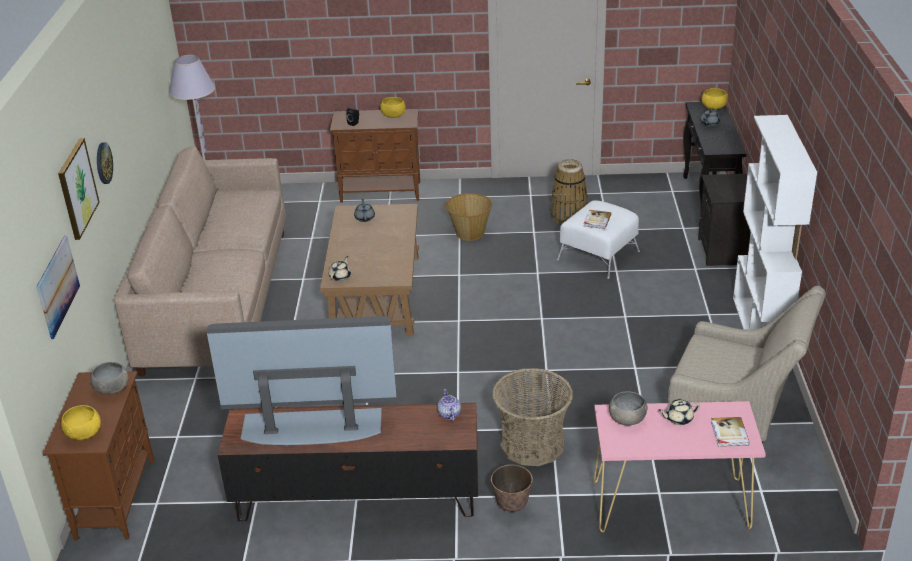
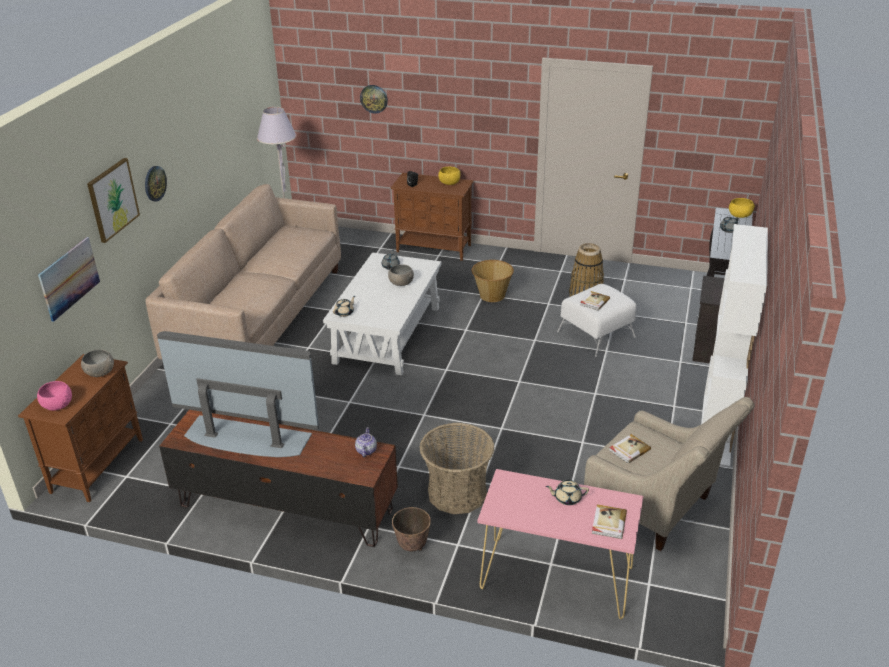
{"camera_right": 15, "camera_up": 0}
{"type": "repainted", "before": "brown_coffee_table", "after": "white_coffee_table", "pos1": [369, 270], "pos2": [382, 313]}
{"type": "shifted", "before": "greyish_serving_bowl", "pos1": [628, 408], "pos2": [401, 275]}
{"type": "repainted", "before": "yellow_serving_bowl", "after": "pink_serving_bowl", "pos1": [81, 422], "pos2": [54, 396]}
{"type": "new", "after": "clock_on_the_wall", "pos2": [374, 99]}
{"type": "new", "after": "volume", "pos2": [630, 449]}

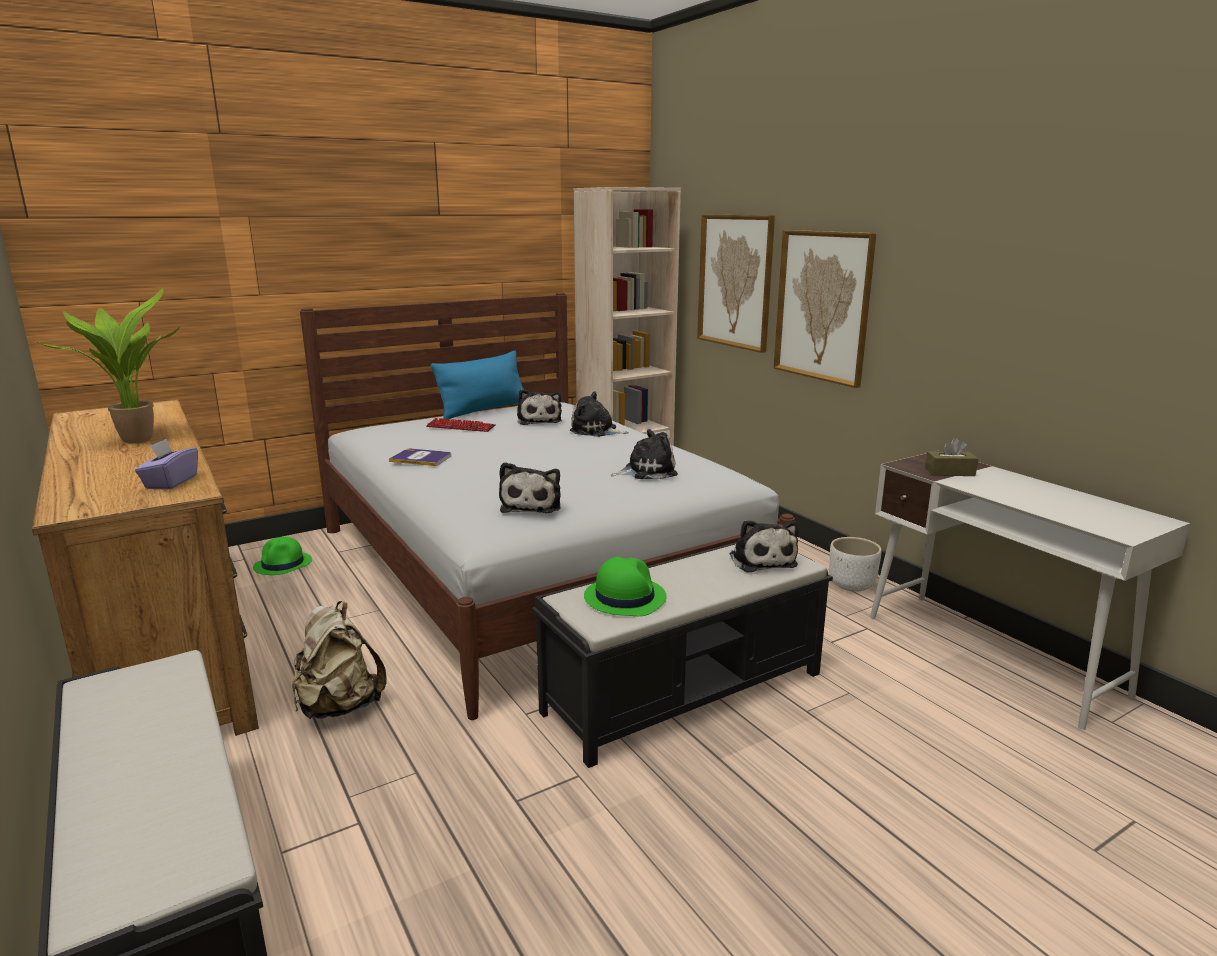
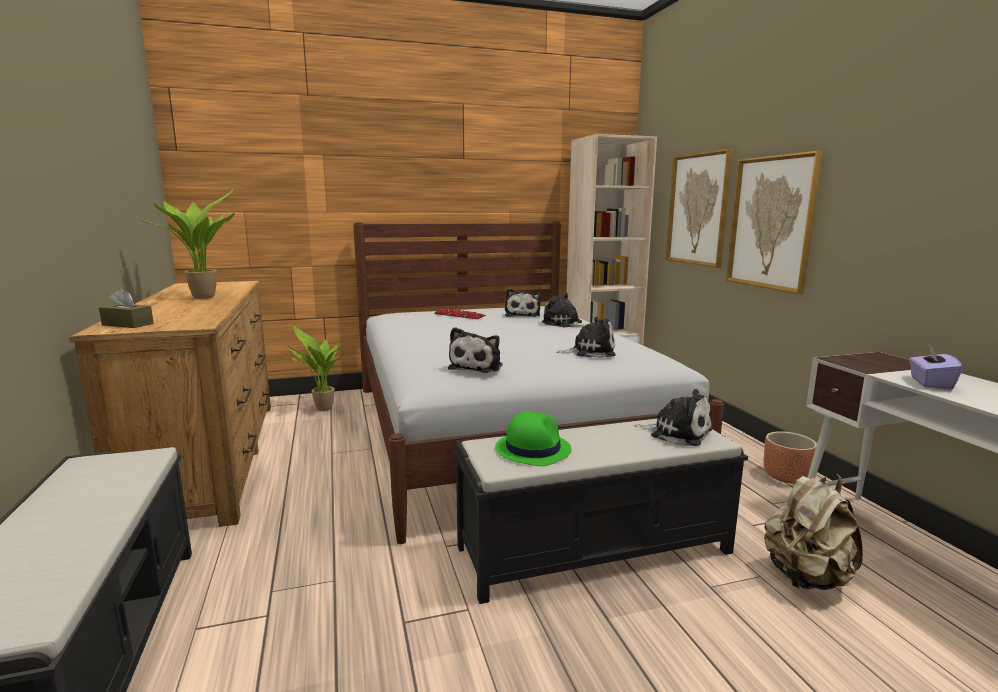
{"camera_right": 15, "camera_up": -5}
{"type": "gone", "before": "bluish_pillow", "pos1": [477, 385]}
{"type": "shifted", "before": "brown_tissue_box", "pos1": [951, 457], "pos2": [126, 308]}
{"type": "shifted", "before": "purple-coloured_tissue_box", "pos1": [166, 464], "pos2": [936, 367]}
{"type": "gone", "before": "volume", "pos1": [420, 457]}
{"type": "rotated", "before": "cuddly_toy", "pos1": [764, 546], "pos2": [673, 417], "turn": -60}
{"type": "swapped", "before": "green_clothing_hat", "after": "potted_plant", "pos1": [282, 556], "pos2": [315, 368]}
{"type": "repainted", "before": "white_planter", "after": "brown_planter", "pos1": [855, 564], "pos2": [790, 457]}
{"type": "shifted", "before": "beige-coloured_knapsack", "pos1": [339, 660], "pos2": [813, 532]}

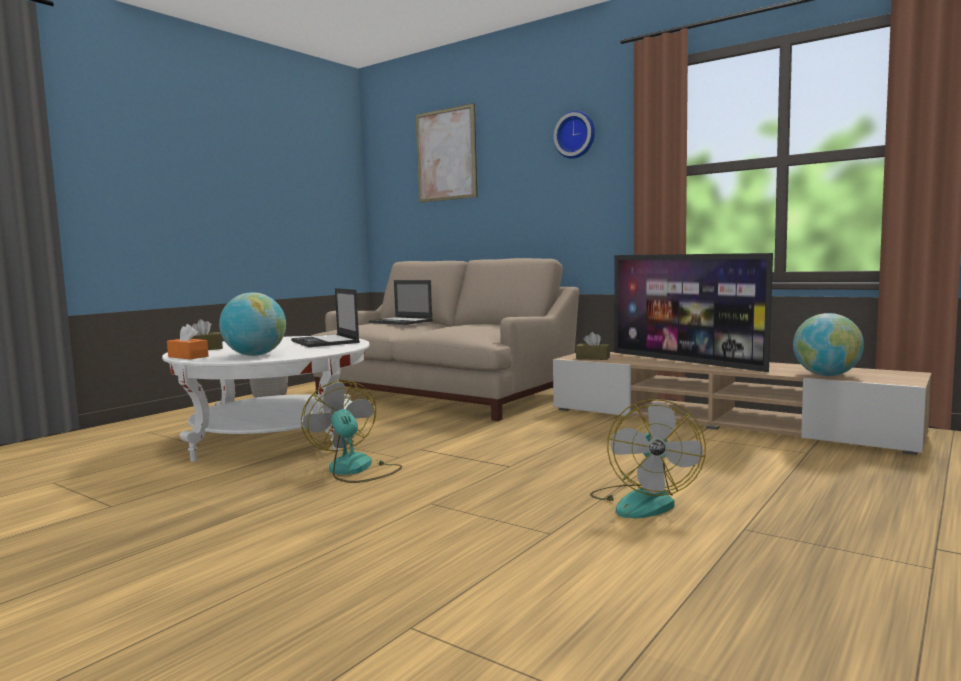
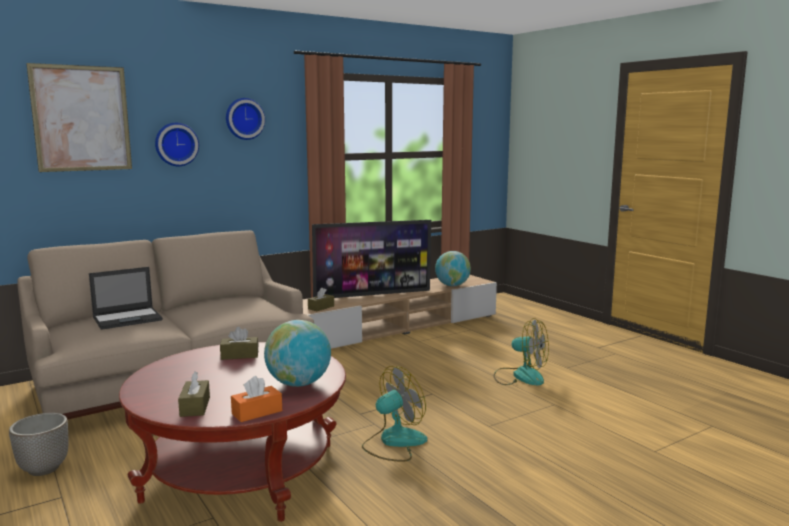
{"camera_right": -70, "camera_up": 5}
{"type": "swapped", "before": "notebook_computer", "after": "brown_tissue_box", "pos1": [325, 317], "pos2": [239, 343]}
{"type": "repainted", "before": "white_coffee_table", "after": "reddish_coffee_table", "pos1": [266, 399], "pos2": [232, 432]}
{"type": "rotated", "before": "fan", "pos1": [351, 431], "pos2": [394, 414], "turn": 150}
{"type": "new", "after": "clock_on_the_wall", "pos2": [177, 144]}

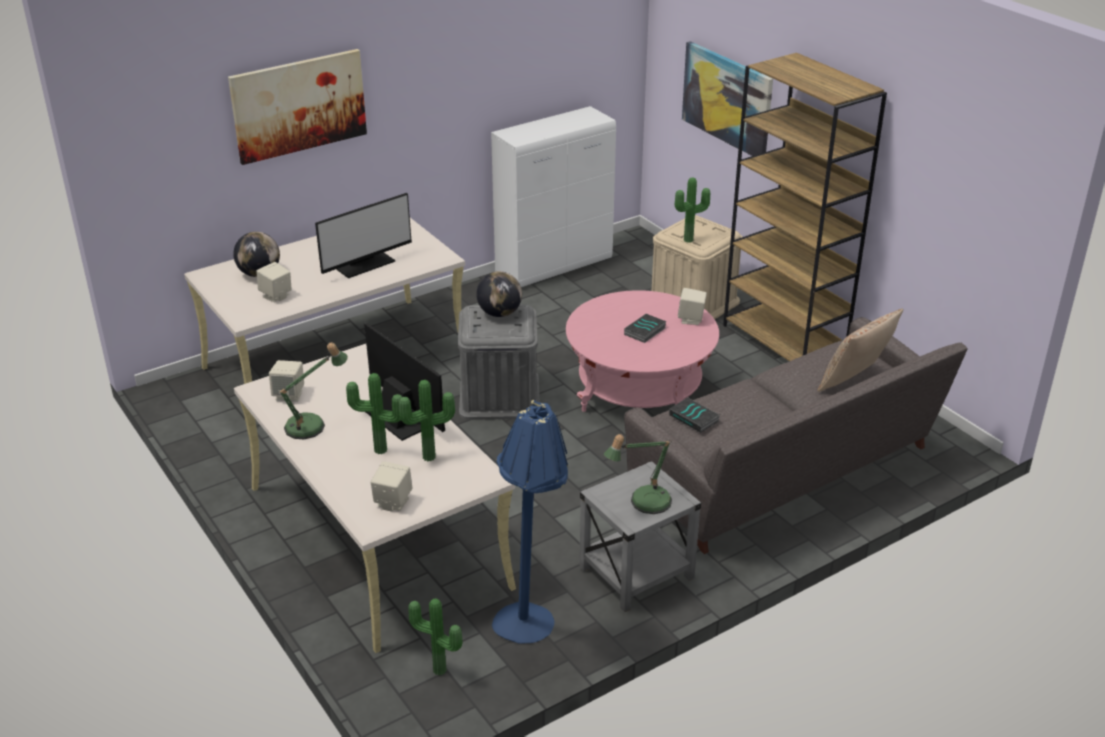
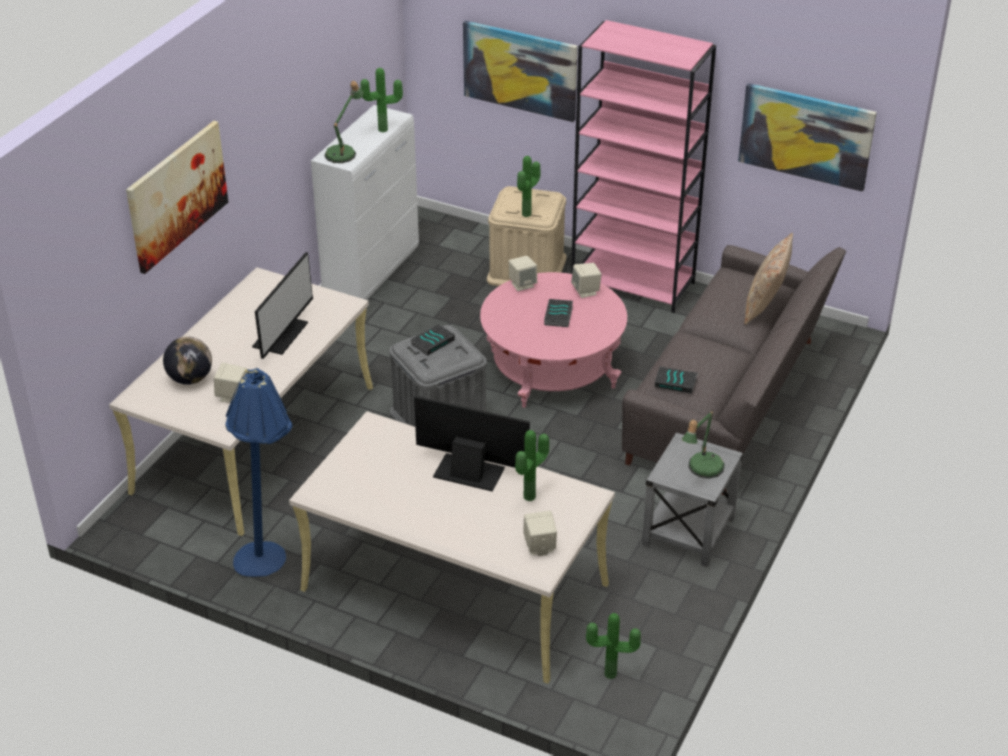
{"camera_right": -30, "camera_up": 5}
{"type": "repainted", "before": "brown_shelving_unit", "after": "pink_shelving_unit", "pos1": [805, 207], "pos2": [643, 166]}
{"type": "swapped", "before": "globe", "after": "volume", "pos1": [499, 294], "pos2": [432, 340]}
{"type": "shifted", "before": "lamp_for_a_table", "pos1": [313, 391], "pos2": [344, 122]}
{"type": "shifted", "before": "beige-coloured_loudspeaker", "pos1": [286, 381], "pos2": [523, 273]}
{"type": "shifted", "before": "potted_plant", "pos1": [374, 413], "pos2": [381, 100]}
{"type": "shifted", "before": "bluish_standard_lamp", "pos1": [530, 522], "pos2": [258, 472]}
{"type": "new", "after": "wall_picture", "pos2": [807, 137]}

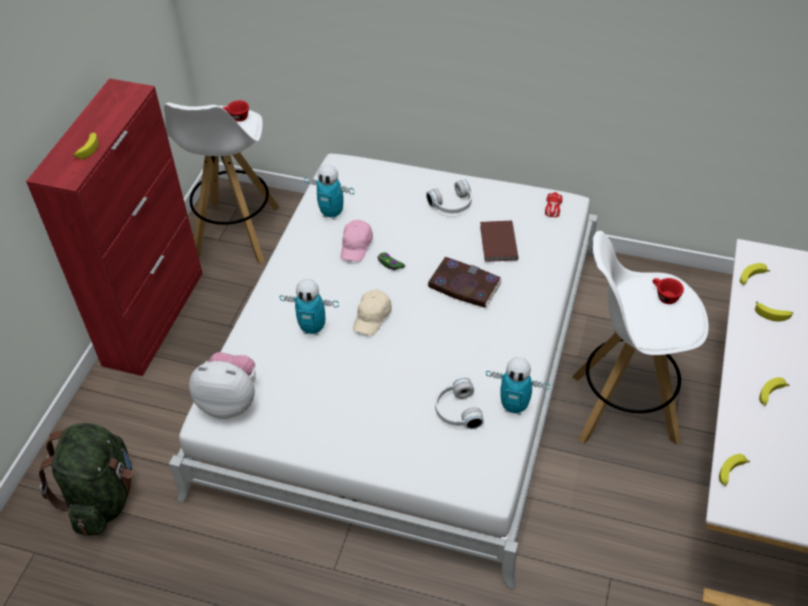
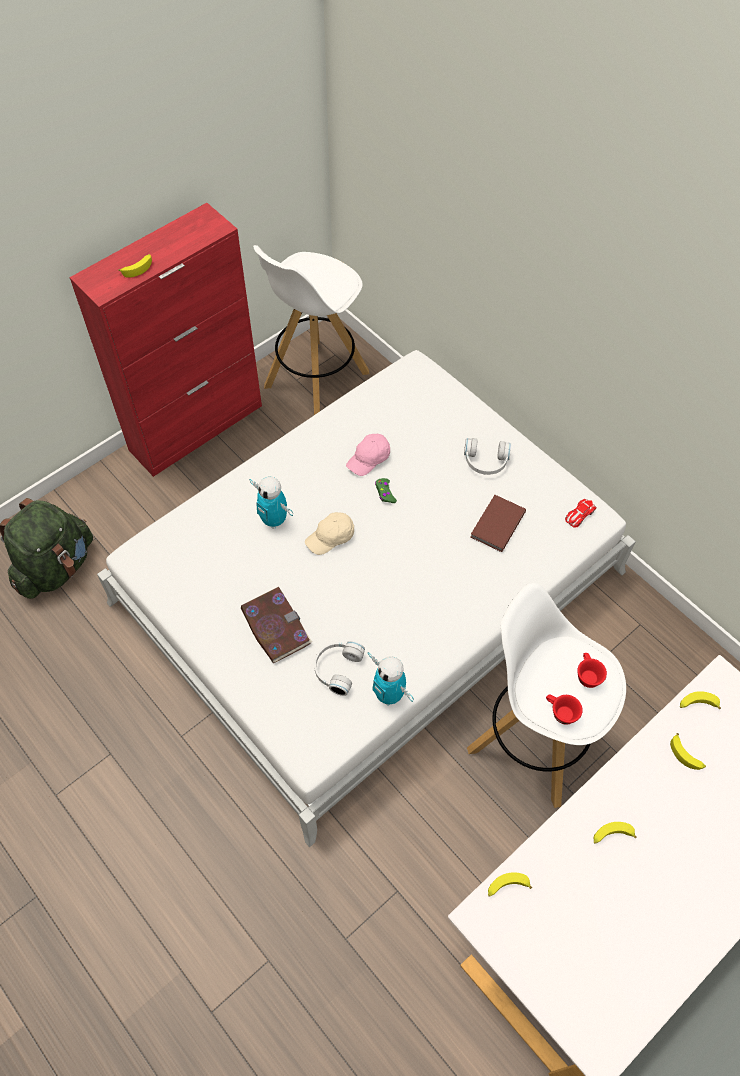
{"camera_right": 30, "camera_up": 10}
{"type": "shifted", "before": "reddish_cup", "pos1": [236, 111], "pos2": [564, 710]}
{"type": "gone", "before": "toy_robot", "pos1": [329, 192]}
{"type": "shifted", "before": "volume", "pos1": [465, 282], "pos2": [276, 625]}
{"type": "gone", "before": "cuddly_toy", "pos1": [222, 385]}

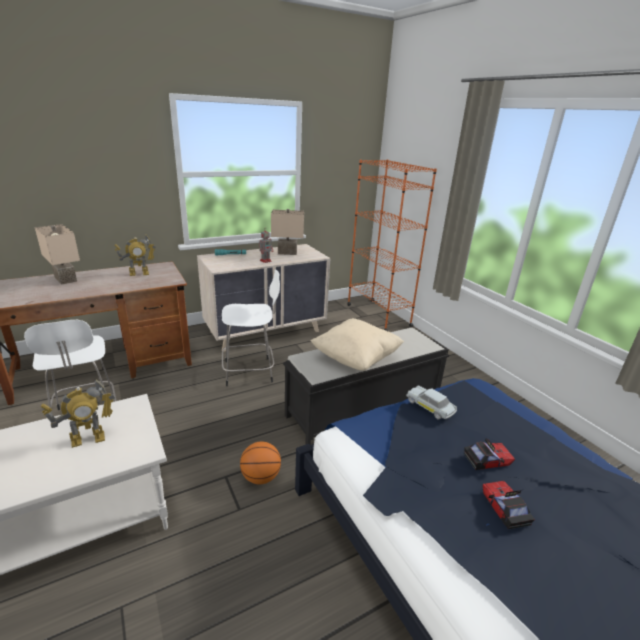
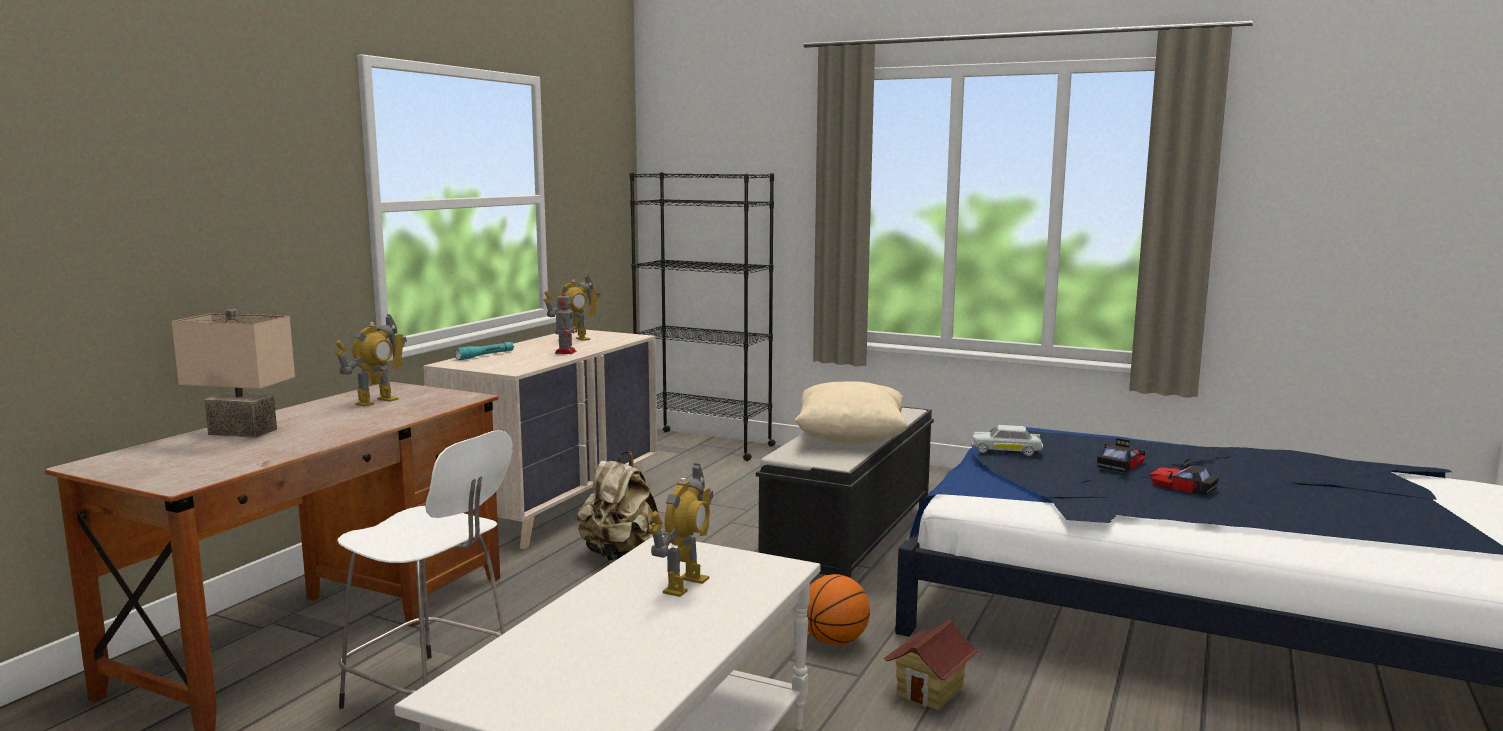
{"camera_right": -35, "camera_up": -15}
{"type": "repainted", "before": "orangey_shelving_unit", "after": "black-coloured_shelving_unit", "pos1": [392, 245], "pos2": [703, 316]}
{"type": "swapped", "before": "beige-coloured_lamp_for_a_table", "after": "toy_robot", "pos1": [287, 232], "pos2": [572, 307]}
{"type": "swapped", "before": "white_stool", "after": "beige-coloured_knapsack", "pos1": [251, 327], "pos2": [617, 506]}
{"type": "new", "after": "toy_house", "pos2": [931, 665]}

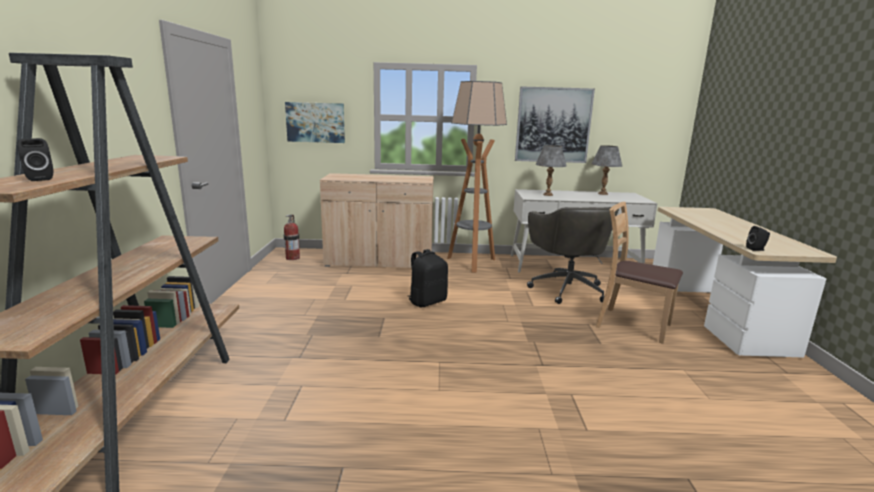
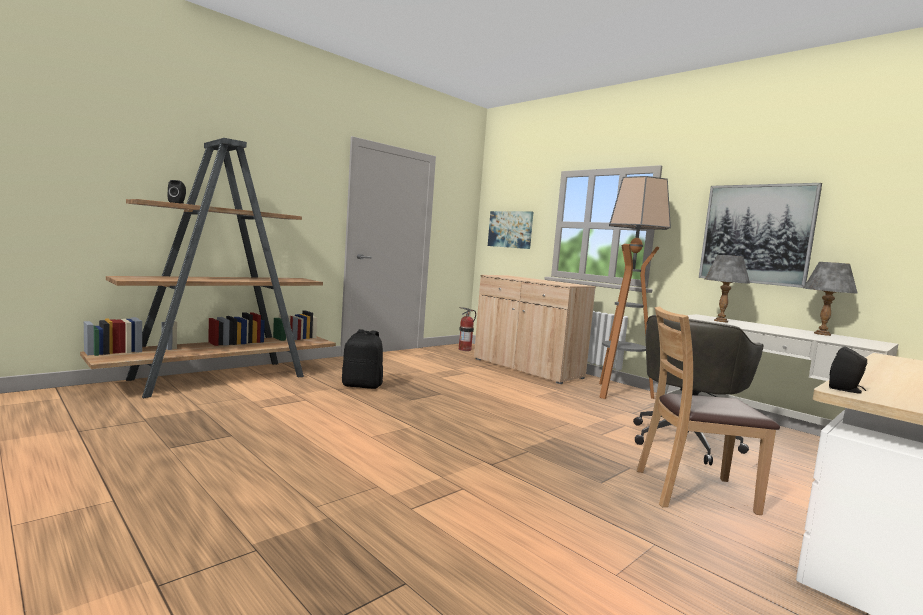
{"camera_right": 45, "camera_up": -10}
{"type": "rotated", "before": "brown_upright_chair", "pos1": [639, 273], "pos2": [708, 410], "turn": -75}
{"type": "shifted", "before": "black-coloured_knapsack", "pos1": [428, 278], "pos2": [362, 359]}

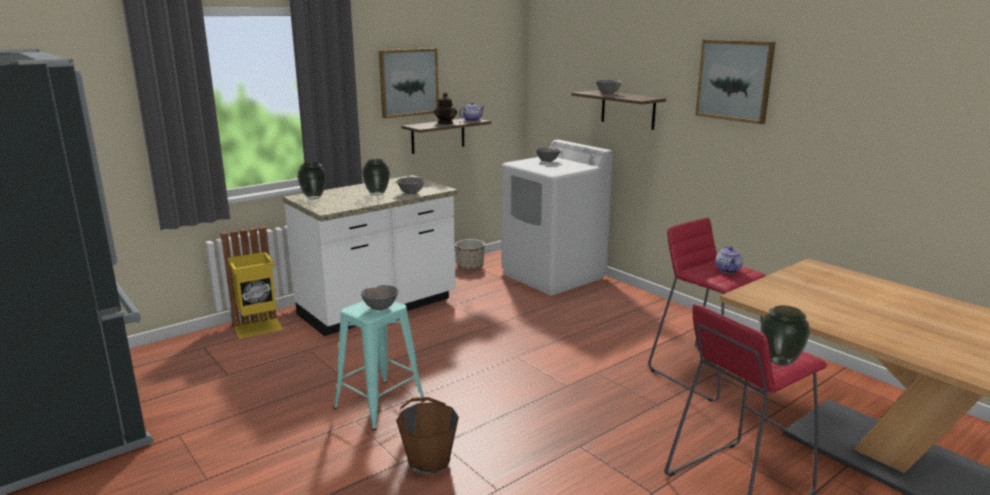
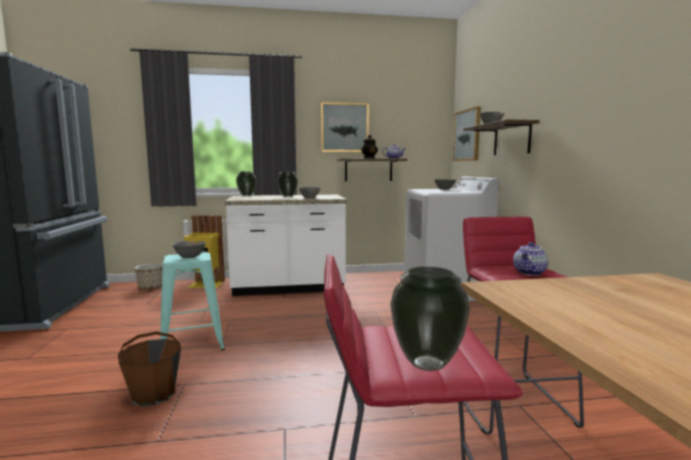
{"camera_right": 30, "camera_up": -10}
{"type": "shifted", "before": "wall_picture", "pos1": [735, 82], "pos2": [467, 133]}
{"type": "shifted", "before": "planter", "pos1": [470, 254], "pos2": [149, 276]}

